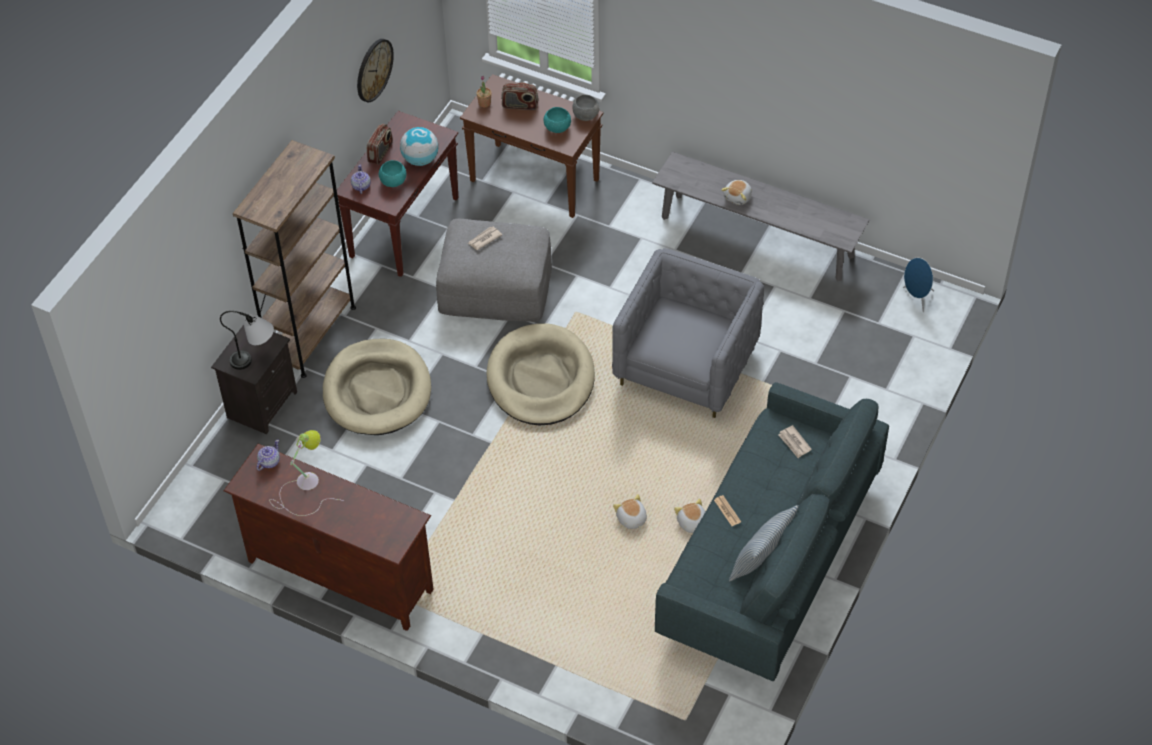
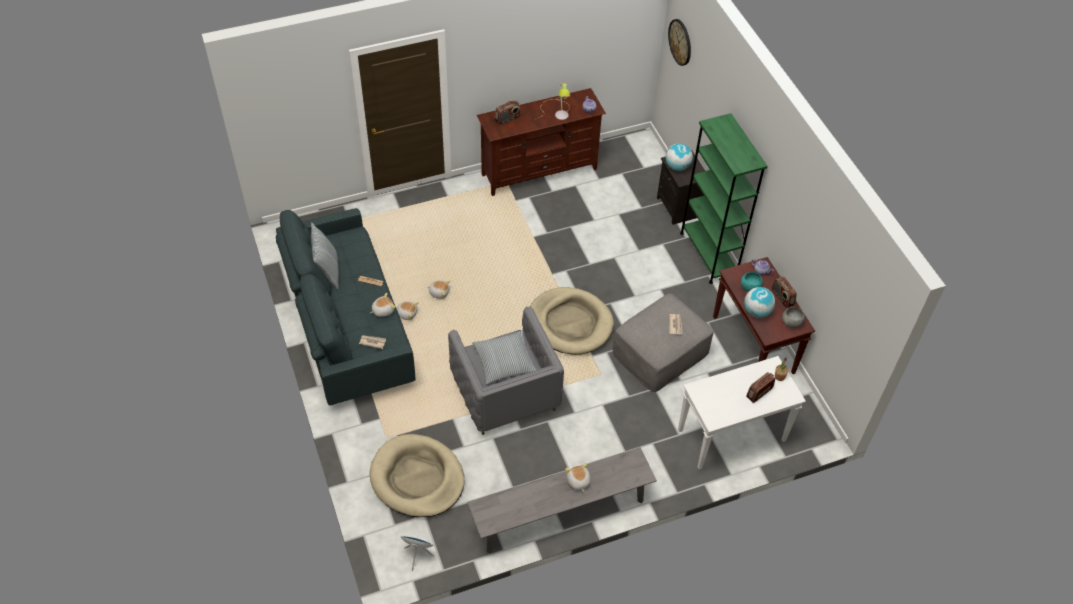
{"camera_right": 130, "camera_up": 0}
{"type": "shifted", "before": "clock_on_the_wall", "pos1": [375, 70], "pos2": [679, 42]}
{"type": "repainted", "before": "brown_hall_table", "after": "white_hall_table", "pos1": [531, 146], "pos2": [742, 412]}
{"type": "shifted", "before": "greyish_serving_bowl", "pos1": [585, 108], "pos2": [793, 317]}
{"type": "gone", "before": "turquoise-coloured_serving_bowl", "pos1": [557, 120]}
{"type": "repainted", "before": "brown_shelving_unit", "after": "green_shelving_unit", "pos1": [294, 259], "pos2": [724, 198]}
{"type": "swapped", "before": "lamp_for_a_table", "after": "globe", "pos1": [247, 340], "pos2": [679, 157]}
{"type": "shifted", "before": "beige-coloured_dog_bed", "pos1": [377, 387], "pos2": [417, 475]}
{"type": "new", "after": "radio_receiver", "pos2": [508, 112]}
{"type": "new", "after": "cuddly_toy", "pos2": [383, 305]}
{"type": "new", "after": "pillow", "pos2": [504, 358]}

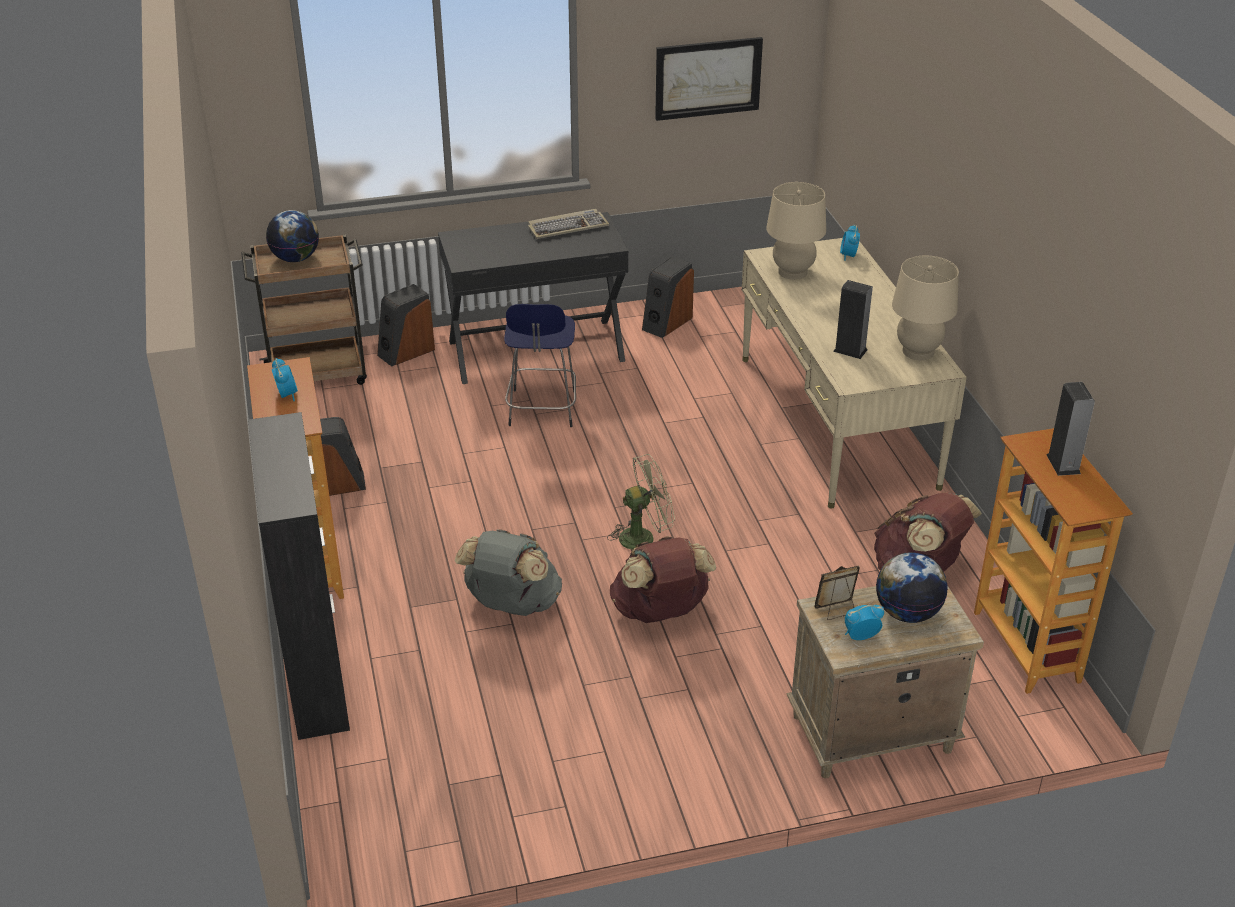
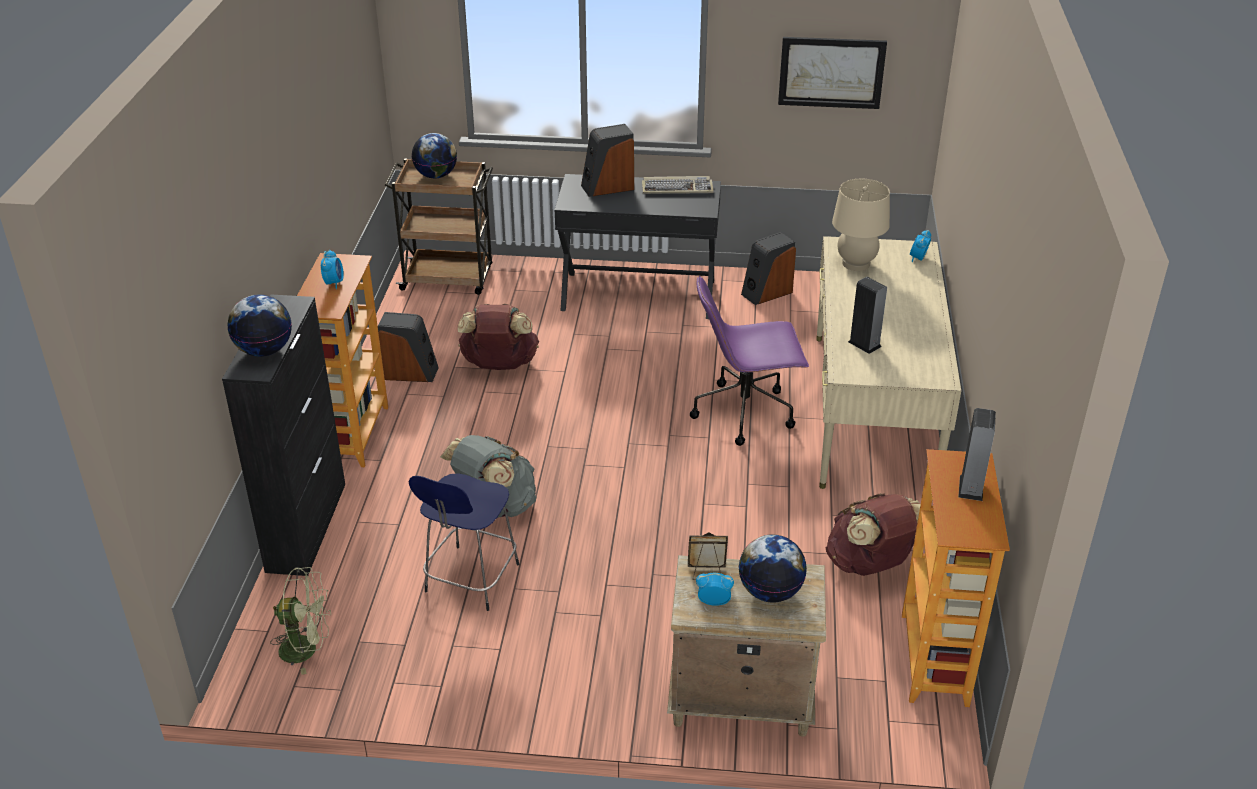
{"camera_right": 20, "camera_up": 0}
{"type": "gone", "before": "beige-coloured_lamp_for_a_table", "pos1": [925, 308]}
{"type": "shifted", "before": "loudspeaker", "pos1": [406, 325], "pos2": [607, 160]}
{"type": "shifted", "before": "bluish_stool", "pos1": [540, 365], "pos2": [464, 542]}
{"type": "shifted", "before": "green_fan", "pos1": [641, 502], "pos2": [300, 621]}
{"type": "shifted", "before": "brown_knapsack", "pos1": [663, 579], "pos2": [498, 337]}
{"type": "new", "after": "purple-coloured_office_chair", "pos2": [749, 360]}
{"type": "new", "after": "globe", "pos2": [259, 326]}

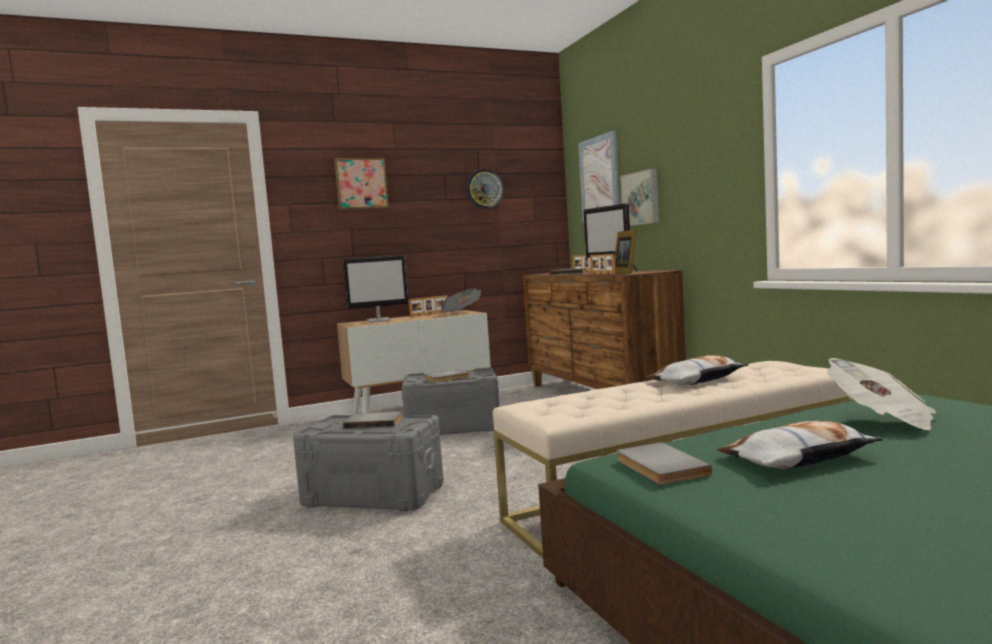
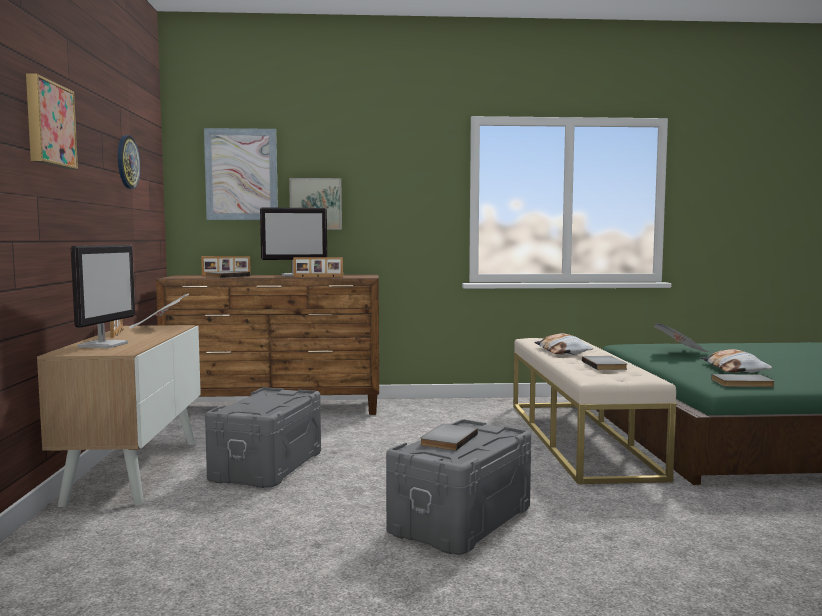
{"camera_right": -70, "camera_up": 0}
{"type": "gone", "before": "picture_frame", "pos1": [626, 252]}
{"type": "shifted", "before": "greyish_volume", "pos1": [447, 375], "pos2": [604, 363]}

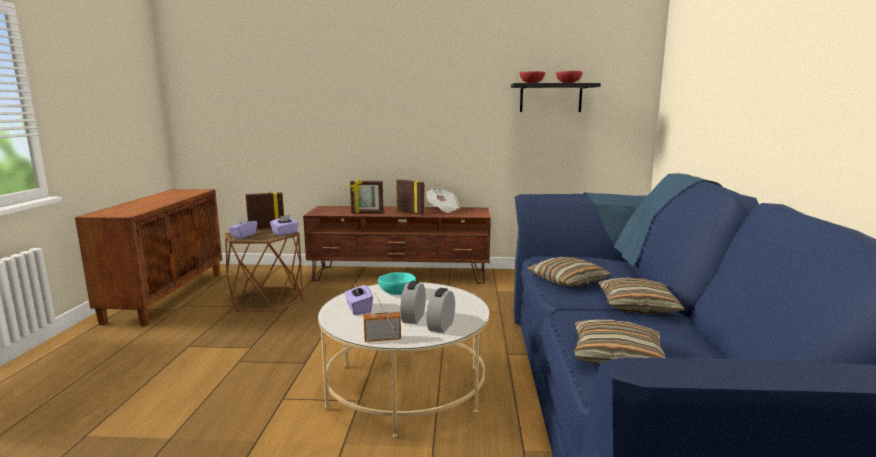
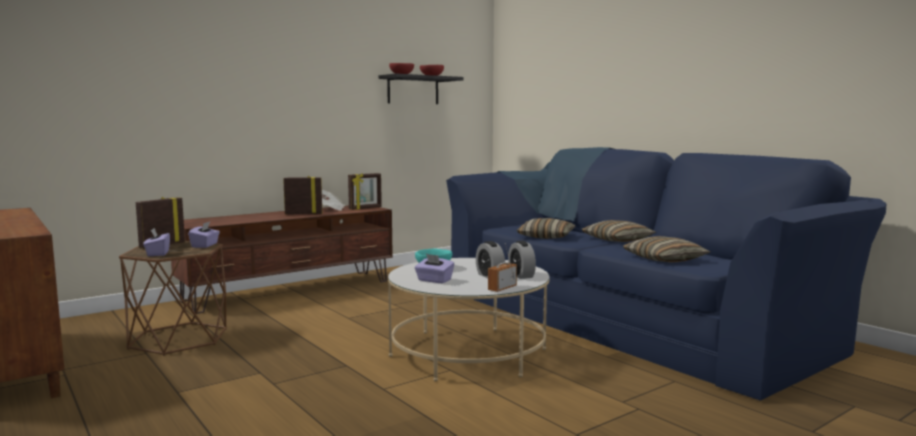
{"camera_right": -40, "camera_up": -5}
{"type": "shifted", "before": "picture_frame", "pos1": [366, 196], "pos2": [365, 191]}

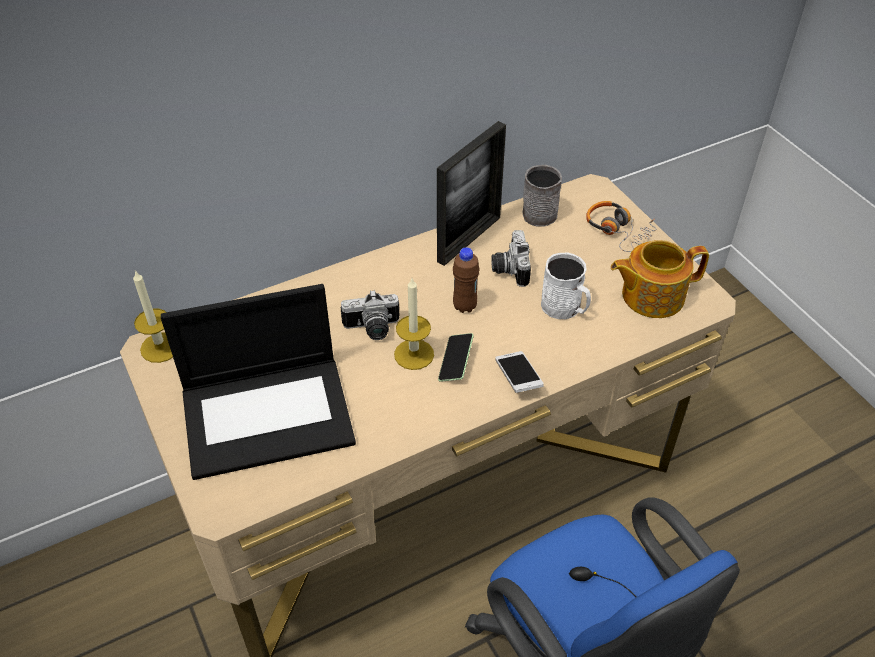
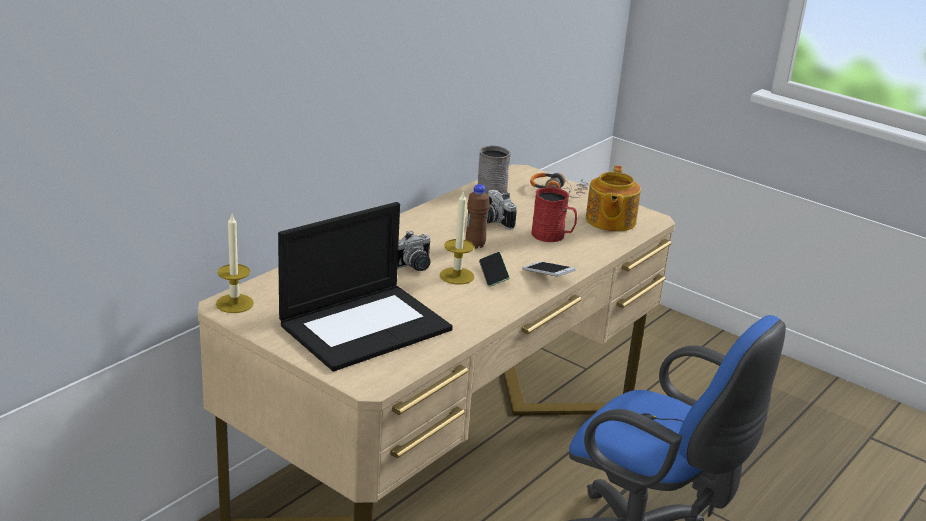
{"camera_right": -25, "camera_up": -20}
{"type": "gone", "before": "picture_frame", "pos1": [471, 193]}
{"type": "rotated", "before": "teapot", "pos1": [660, 279], "pos2": [613, 199], "turn": -45}
{"type": "repainted", "before": "white_mug", "after": "reddish_mug", "pos1": [566, 286], "pos2": [554, 214]}

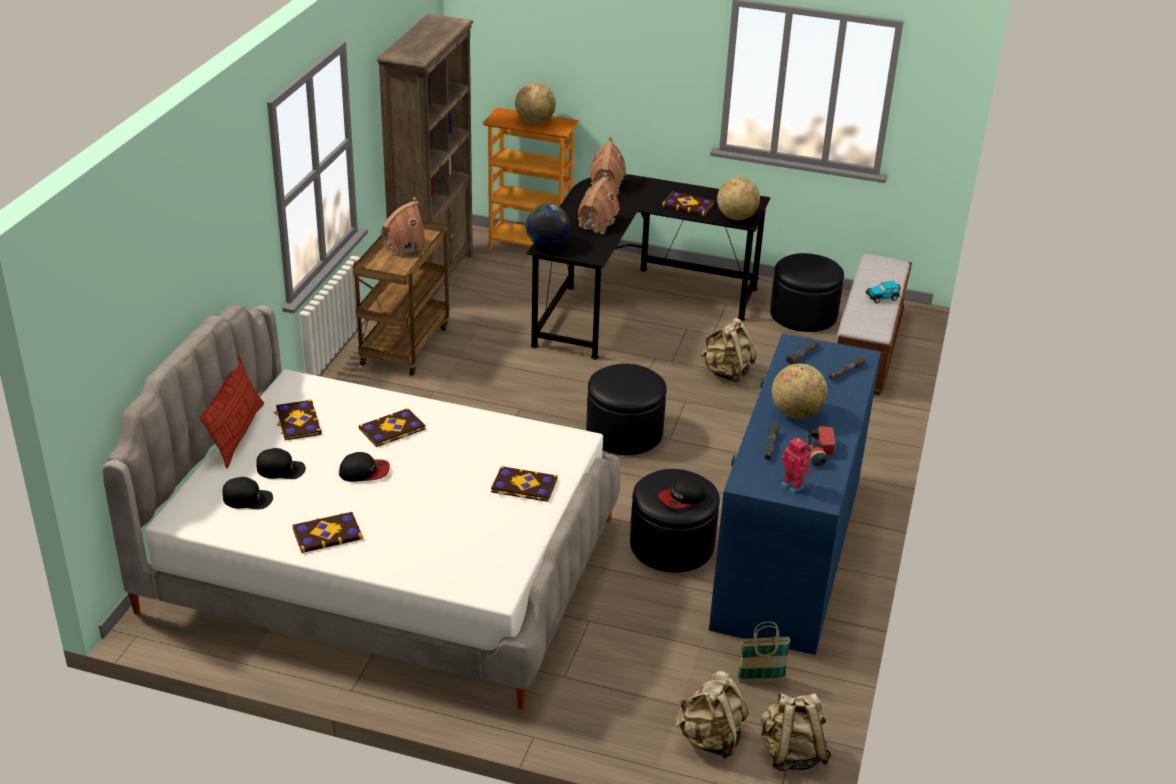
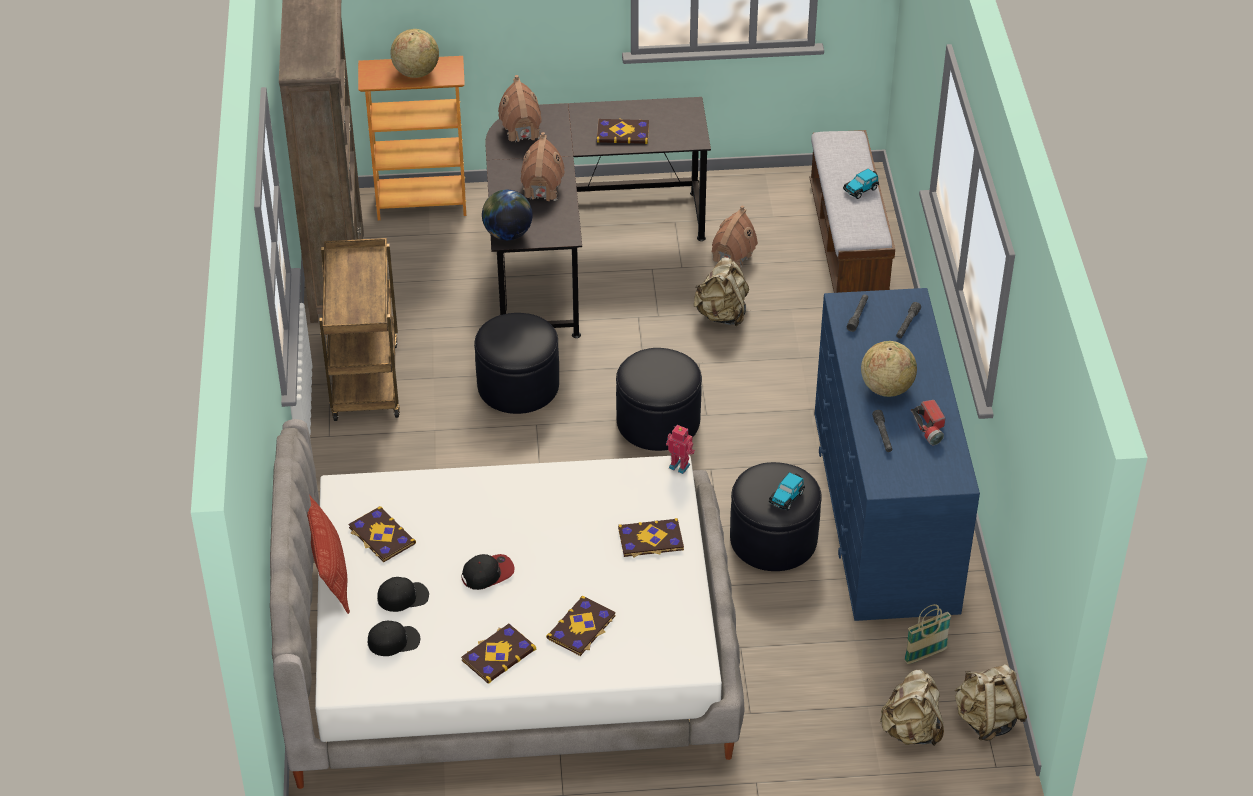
{"camera_right": -20, "camera_up": 10}
{"type": "gone", "before": "globe", "pos1": [738, 198]}
{"type": "shifted", "before": "toy_house", "pos1": [403, 227], "pos2": [734, 236]}
{"type": "shifted", "before": "black-coloured_footrest", "pos1": [807, 292], "pos2": [516, 363]}
{"type": "shifted", "before": "volume", "pos1": [392, 427], "pos2": [581, 626]}
{"type": "shifted", "before": "toy_robot", "pos1": [796, 465], "pos2": [680, 449]}
{"type": "swapped", "before": "baseball_cap", "after": "toy_car", "pos1": [681, 493], "pos2": [787, 491]}

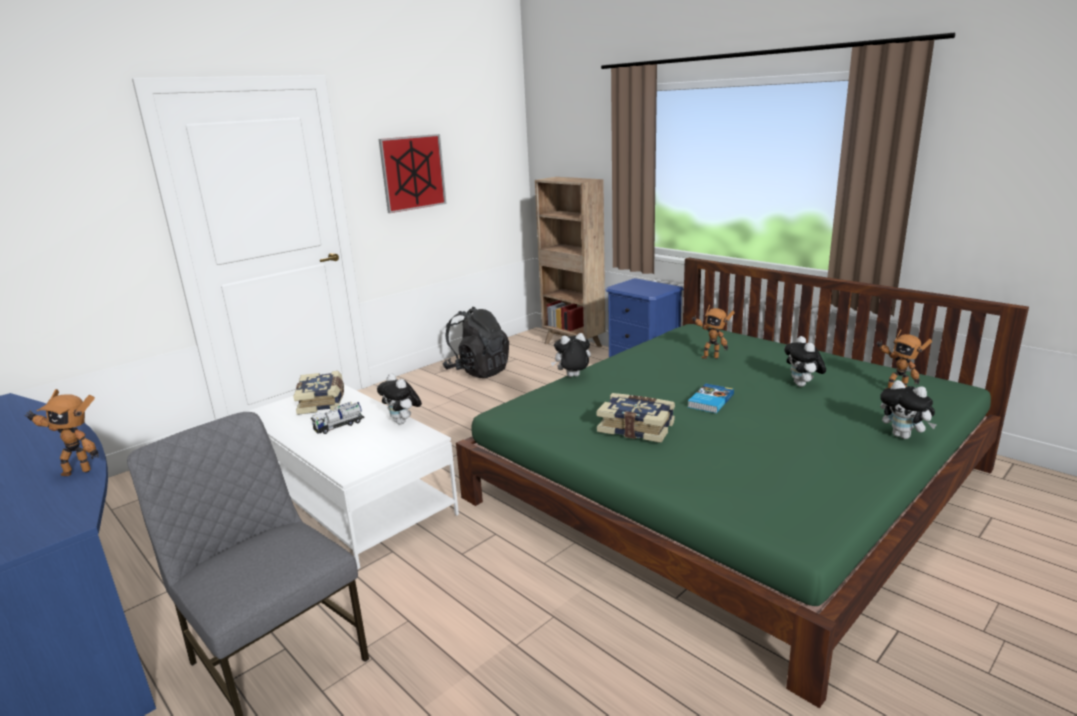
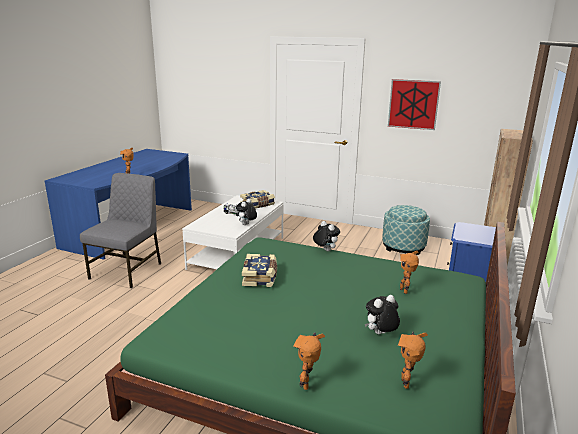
{"camera_right": 65, "camera_up": 0}
{"type": "swapped", "before": "black-coloured_knapsack", "after": "footrest", "pos1": [476, 342], "pos2": [406, 230]}
{"type": "swapped", "before": "cuddly_toy", "after": "toy_robot", "pos1": [908, 409], "pos2": [309, 361]}
{"type": "gone", "before": "volume", "pos1": [711, 398]}

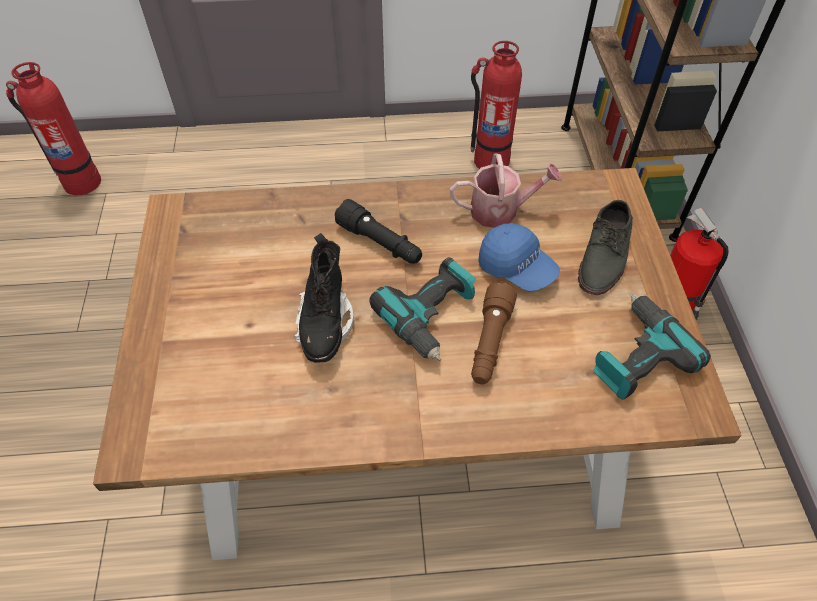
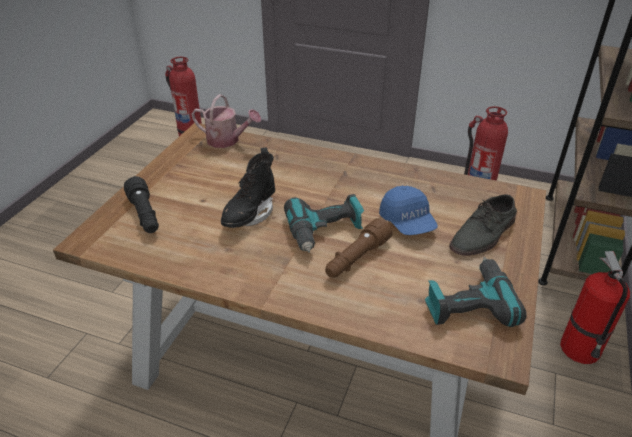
{"camera_right": 25, "camera_up": -15}
{"type": "shifted", "before": "watering_pot", "pos1": [506, 191], "pos2": [226, 121]}
{"type": "shifted", "before": "black-coloured_hand_torch", "pos1": [378, 231], "pos2": [141, 204]}

